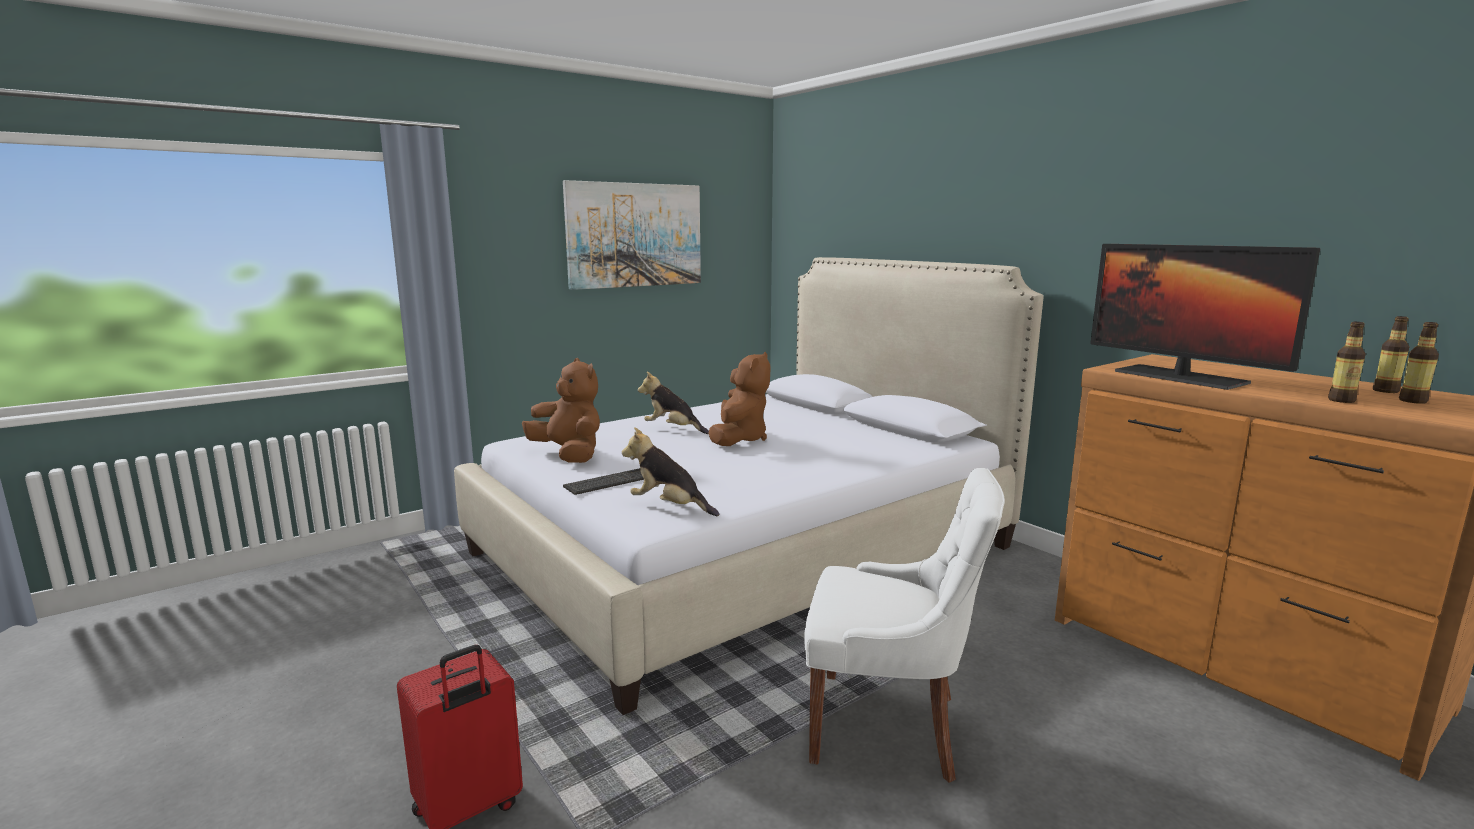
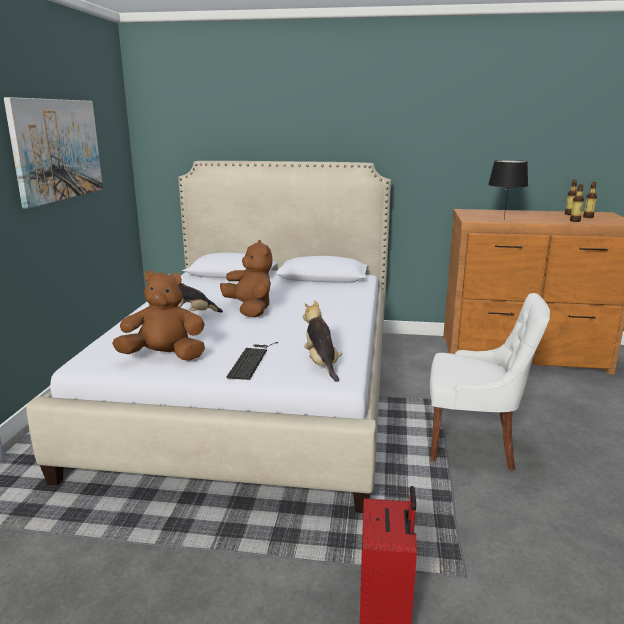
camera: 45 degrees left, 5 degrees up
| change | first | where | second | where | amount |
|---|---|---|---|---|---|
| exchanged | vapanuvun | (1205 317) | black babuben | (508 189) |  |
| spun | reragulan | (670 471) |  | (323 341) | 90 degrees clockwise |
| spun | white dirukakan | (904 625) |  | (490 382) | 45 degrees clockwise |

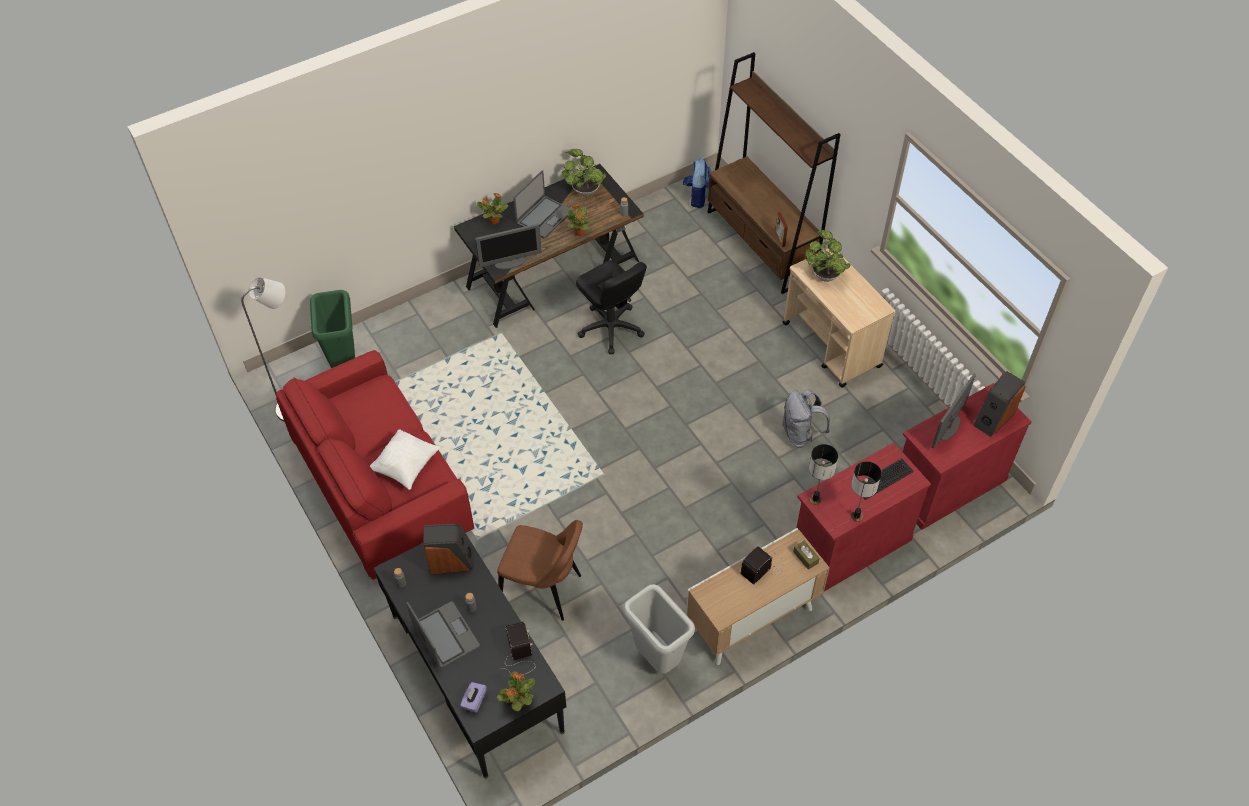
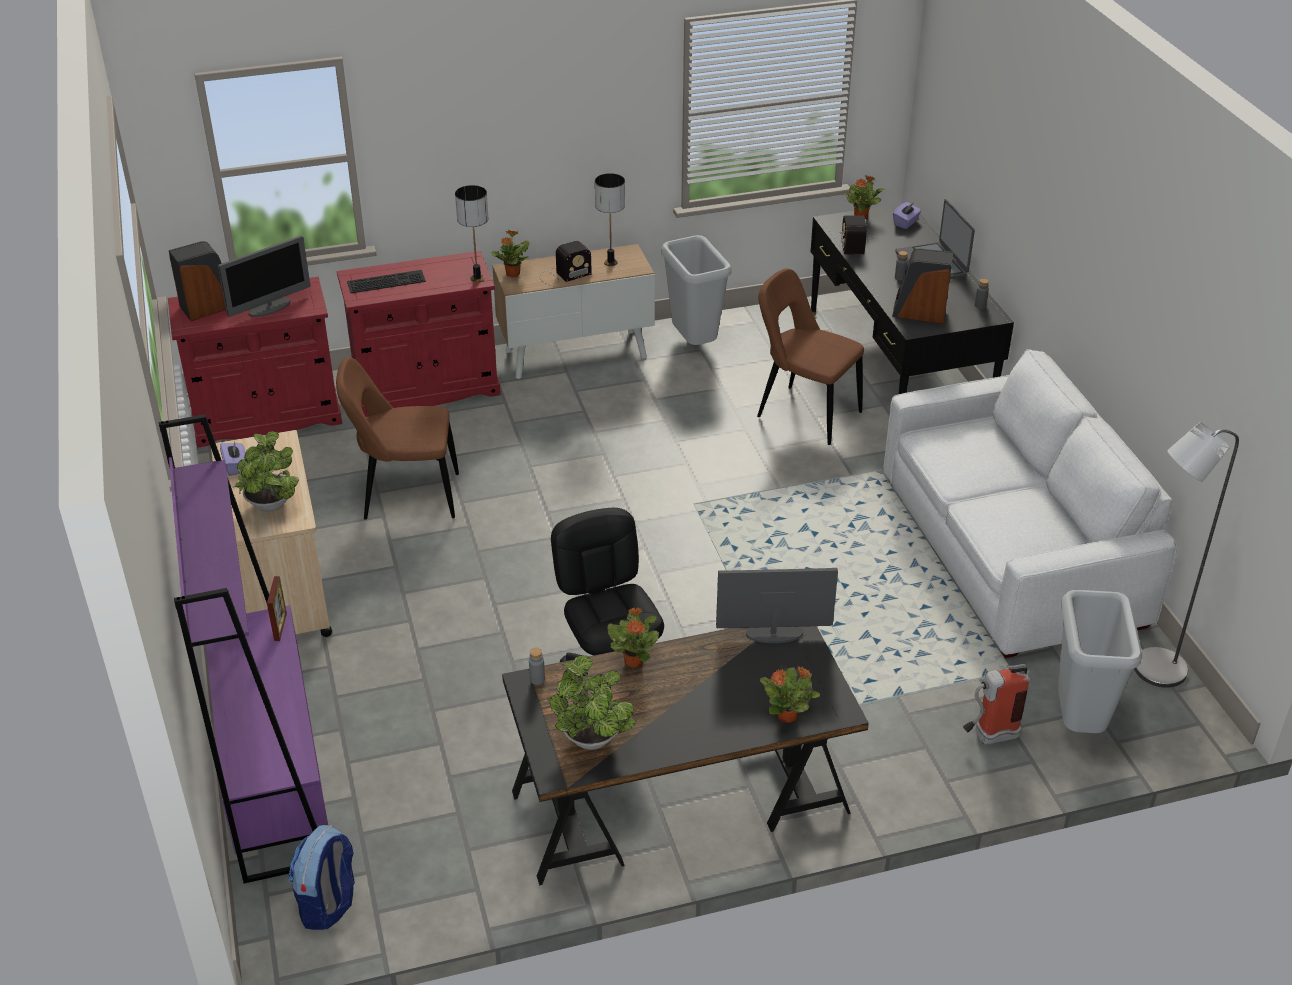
camera: 165 degrees left, 15 degrees down
| change | first | where | second | where | amount |
|---|---|---|---|---|---|
| missing | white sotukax | (405 459) |  |  |  |
| missing | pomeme | (542 204) |  |  |  |
| appeared |  |  | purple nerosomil | (232 459) |  |
| appeared |  |  | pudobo | (996 704) |  |
| relocated | babuben | (866 491) |  | (610 219) |  |
| exchanged | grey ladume | (806 419) | brown dirukakan | (397 438) |  |
| exchanged | brown nerosomil | (806 555) | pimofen | (510 253) |  |
| colour | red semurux | (375 465) | white semurux | (1030 503) |  |
| colour | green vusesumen | (332 329) | grey vusesumen | (1100 661) |  |
| colour | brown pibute | (773 173) | purple pibute | (243 649) |  |

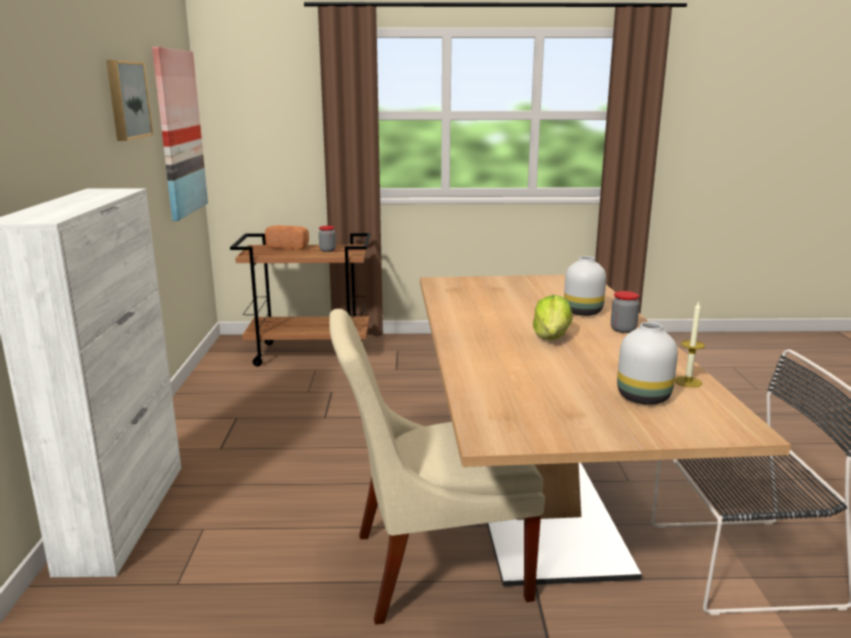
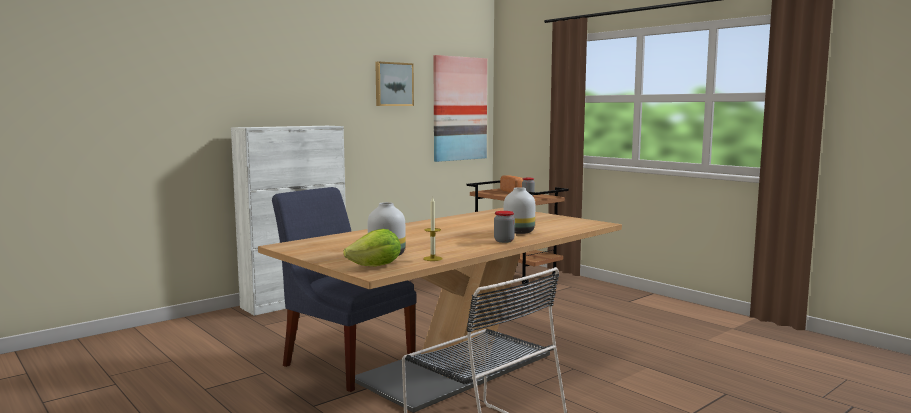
camera: 50 degrees right, 10 degrees down
| change | first | where | second | where | amount |
|---|---|---|---|---|---|
| relocated | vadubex | (553 317) |  | (372 247) |  |
| colour | beige dirukakan | (437 467) | blue dirukakan | (344 289) |  |

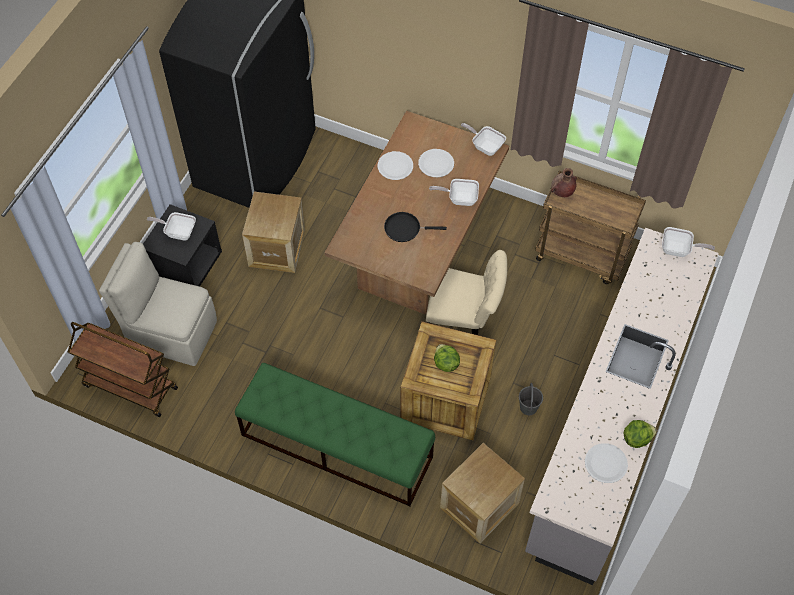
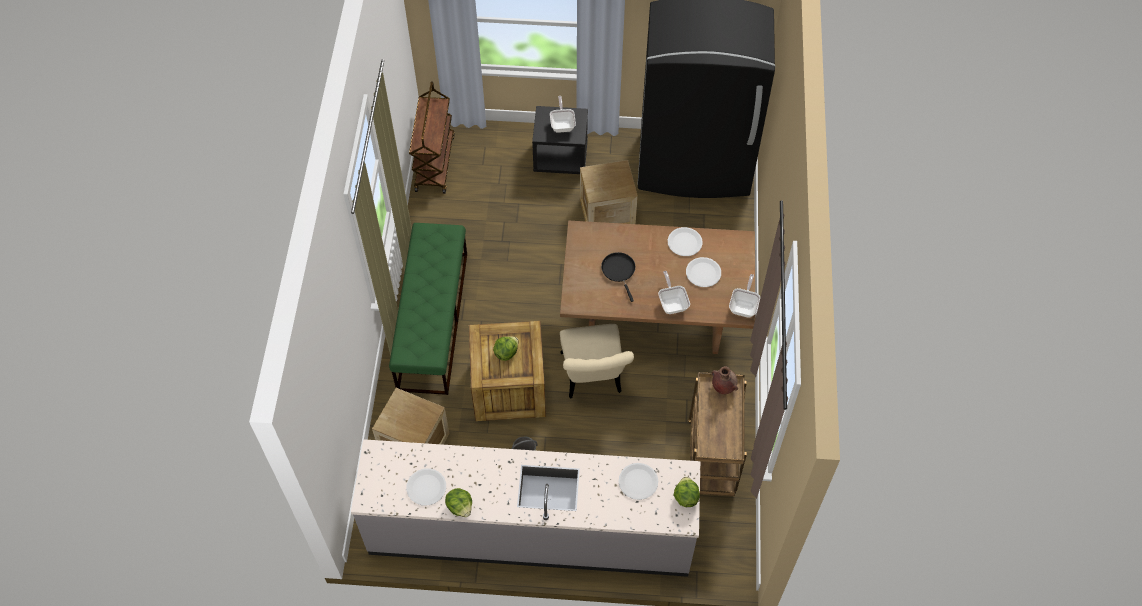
camera: 70 degrees right, 0 degrees up
| change | first | where | second | where | amount |
|---|---|---|---|---|---|
| missing | beige dirukakan | (158 304) |  |  |  |
| appeared |  |  | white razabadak | (638 481) |  |
| exchanged | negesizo | (688 242) | vadubex | (687 492) |  |

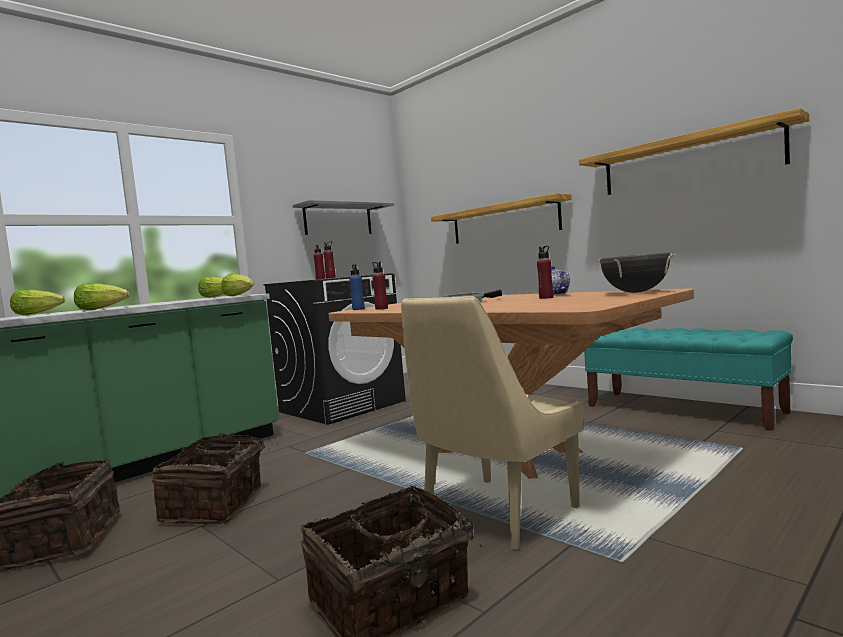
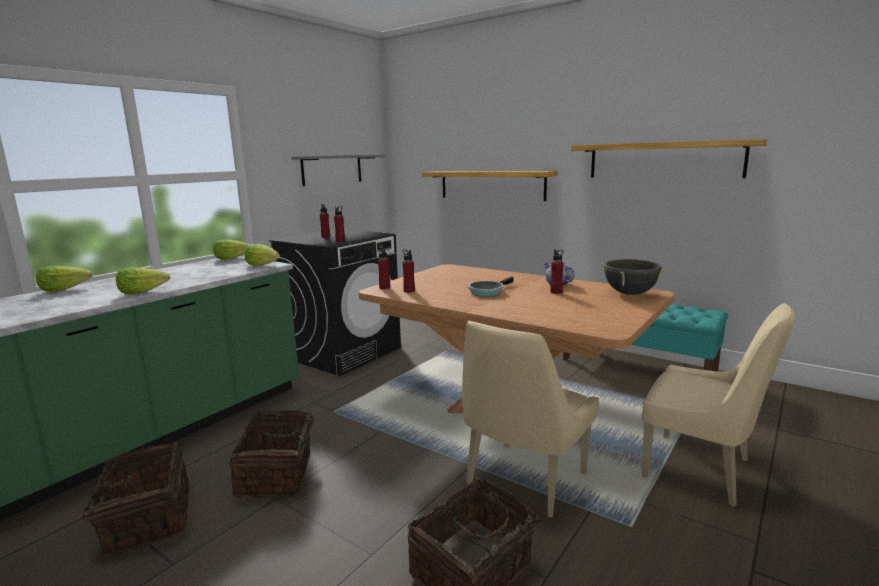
camera: 10 degrees left, 10 degrees up
| change | first | where | second | where | amount |
|---|---|---|---|---|---|
| appeared |  |  | beige dirukakan | (719 405) |  |
| colour | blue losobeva | (357 287) | red losobeva | (384 268) |  |

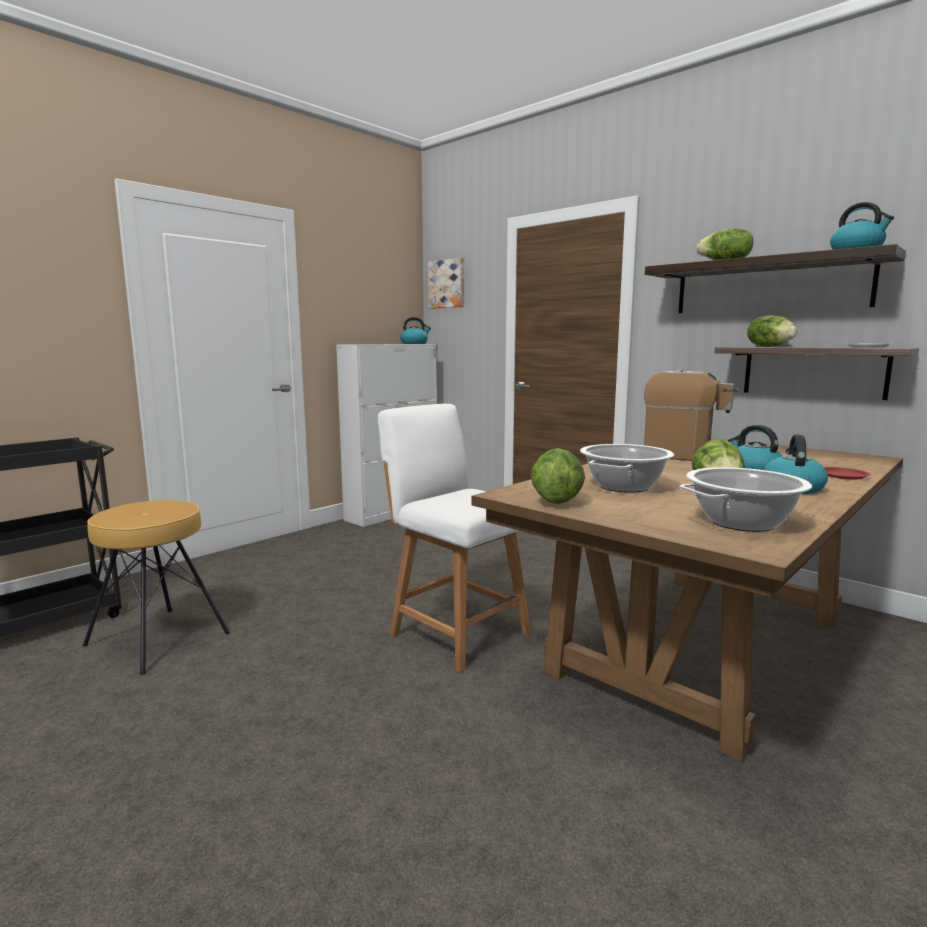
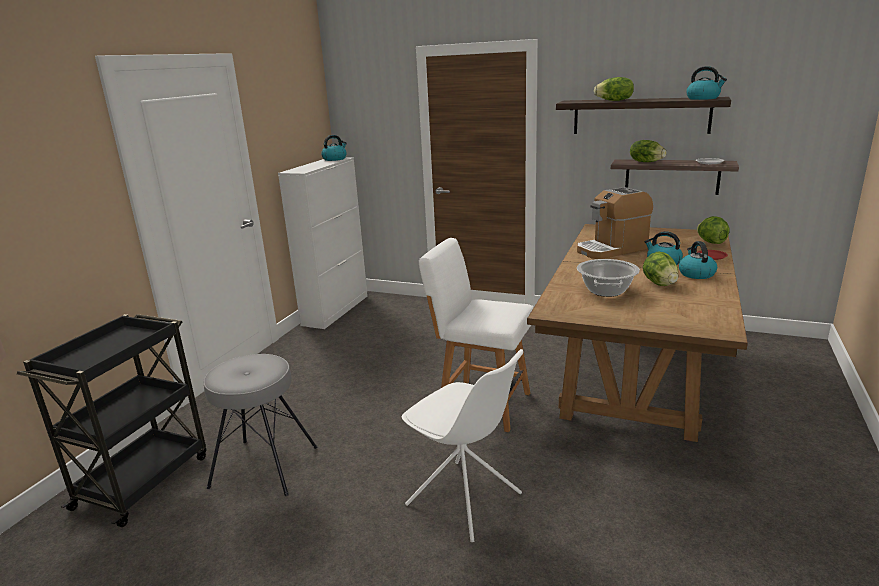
camera: 20 degrees left, 10 degrees up
| change | first | where | second | where | amount |
|---|---|---|---|---|---|
| missing | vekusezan | (446 283) |  |  |  |
| missing | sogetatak | (746 499) |  |  |  |
| appeared |  |  | white dirukakan | (462 445) |  |
| relocated | vadubex | (557 476) |  | (713 230) |  |
| colour | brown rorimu | (156 587) | grey rorimu | (260 425) |  |
| spun | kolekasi | (691 415) |  | (615 223) | 150 degrees clockwise |

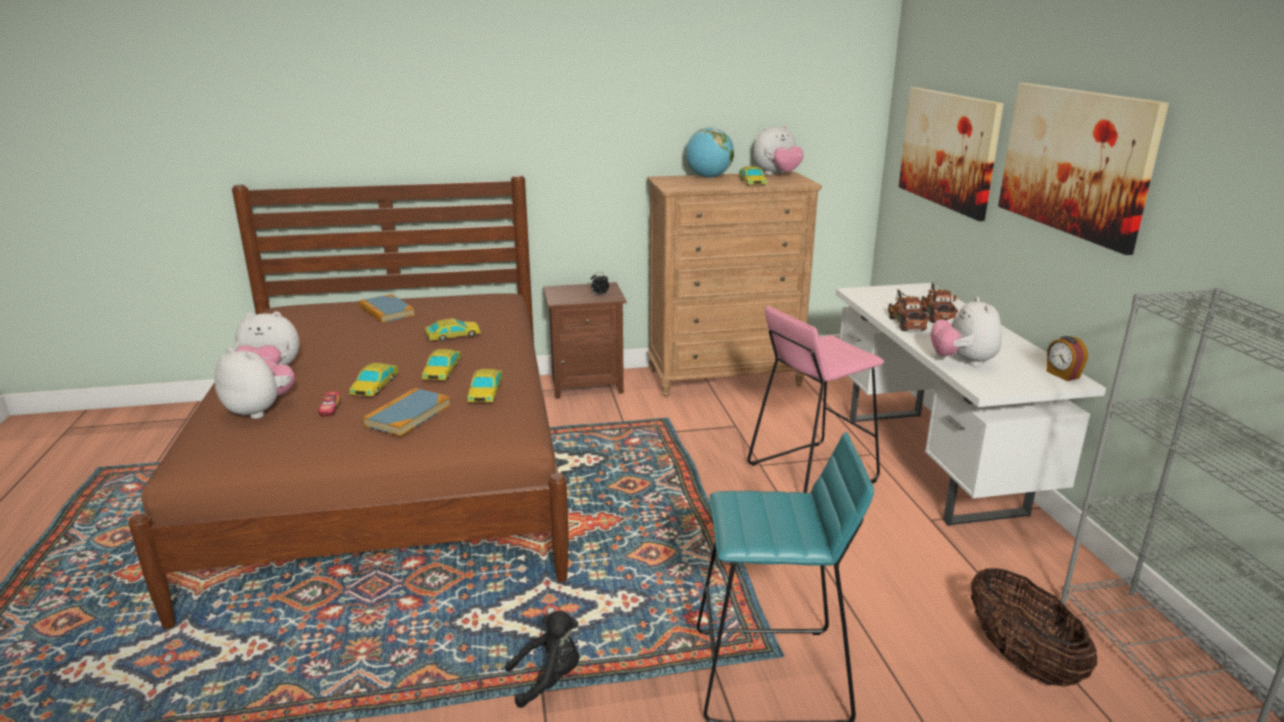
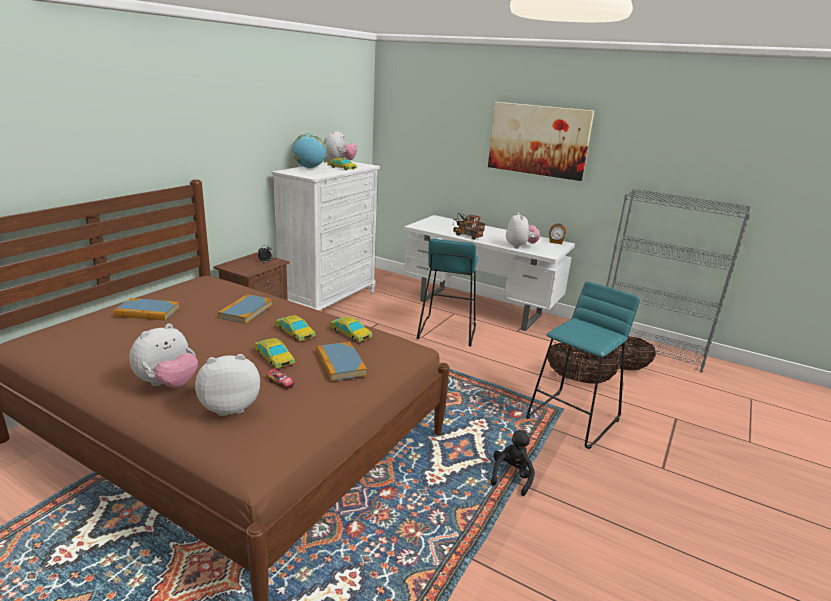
camera: 50 degrees left, 0 degrees up
| change | first | where | second | where | amount |
|---|---|---|---|---|---|
| missing | vekusezan | (951 154) |  |  |  |
| appeared |  |  | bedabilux | (583 363) |  |
| exchanged | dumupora | (453 329) | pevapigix | (245 309) |  |
| colour | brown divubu | (734 284) | white divubu | (326 236) |  |
| colour | pink rorimu | (815 399) | turquoise rorimu | (448 292) |  |
| spun | reragulan | (966 332) |  | (523 230) | 135 degrees counterclockwise |

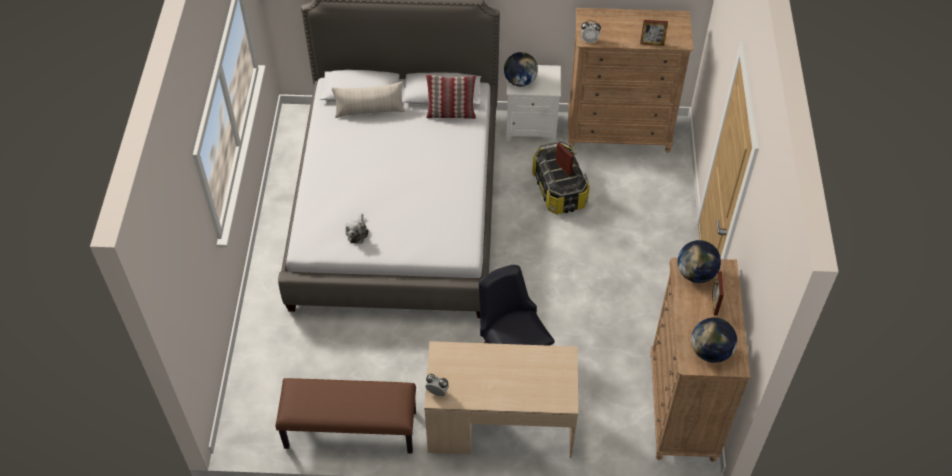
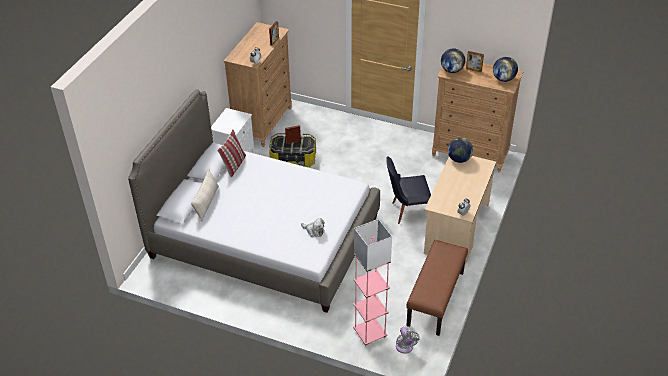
camera: 70 degrees left, 10 degrees down
| change | first | where | second | where | amount |
|---|---|---|---|---|---|
| appeared |  |  | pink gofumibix | (372 282) |  |
| appeared |  |  | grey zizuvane | (407 340) |  |
| relocated | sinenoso | (521 69) |  | (460 150) |  |

